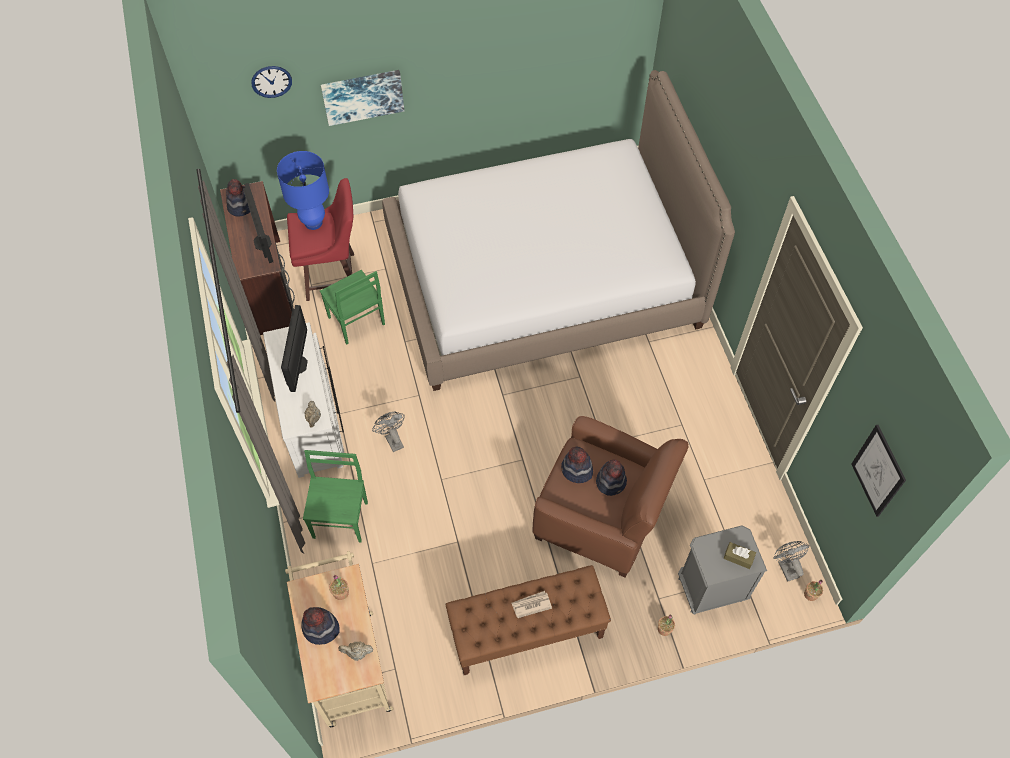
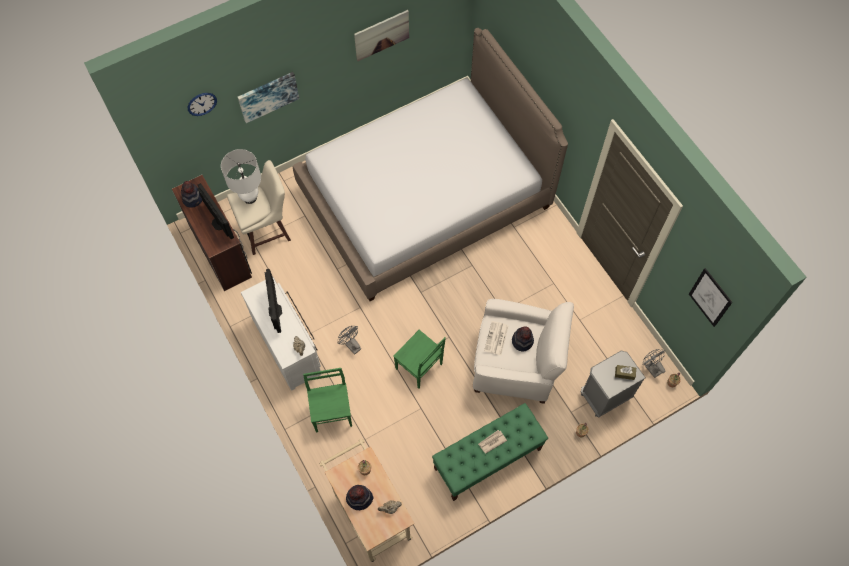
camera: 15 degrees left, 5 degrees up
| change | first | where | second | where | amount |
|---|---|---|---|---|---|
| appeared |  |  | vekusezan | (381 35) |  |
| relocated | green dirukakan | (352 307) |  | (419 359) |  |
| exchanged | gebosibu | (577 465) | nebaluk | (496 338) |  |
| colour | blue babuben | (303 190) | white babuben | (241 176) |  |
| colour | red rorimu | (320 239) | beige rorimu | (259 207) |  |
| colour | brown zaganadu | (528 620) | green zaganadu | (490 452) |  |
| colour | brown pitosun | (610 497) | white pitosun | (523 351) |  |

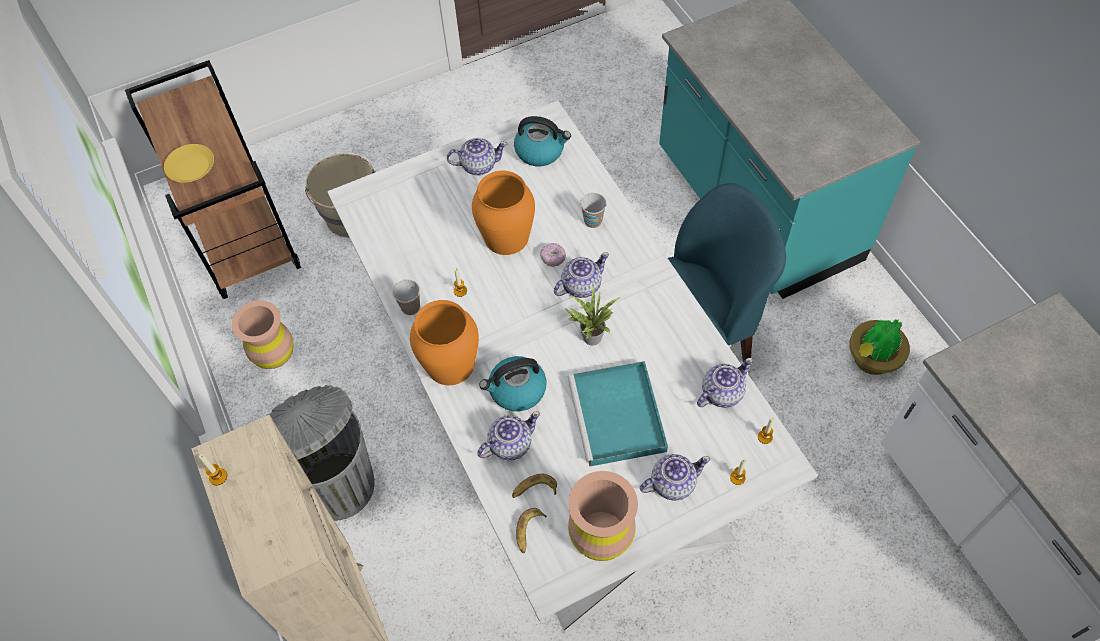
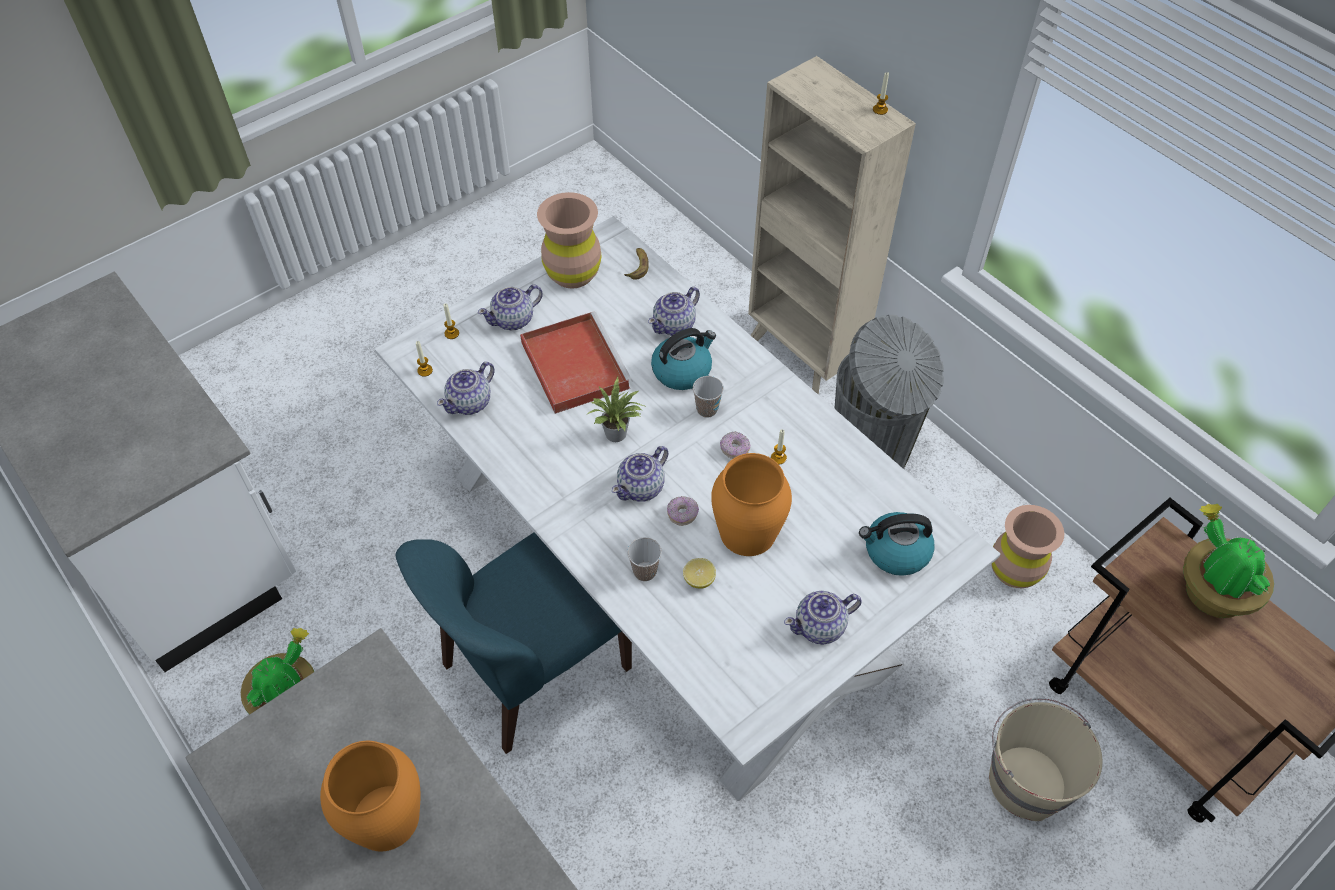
camera: 165 degrees right, 5 degrees down
| change | first | where | second | where | amount |
|---|---|---|---|---|---|
| missing | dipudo | (534 486) |  |  |  |
| appeared |  |  | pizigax | (699 573) |  |
| appeared |  |  | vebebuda | (735 445) |  |
| relocated | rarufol | (406 297) |  | (708 397) |  |
| relocated | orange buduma | (444 342) |  | (370 796) |  |
| relocated | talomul | (542 141) |  | (897 544) |  |
| exchanged | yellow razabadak | (189 163) | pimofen | (1228 561) |  |
| colour | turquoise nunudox | (618 414) | red nunudox | (576 363) |  |

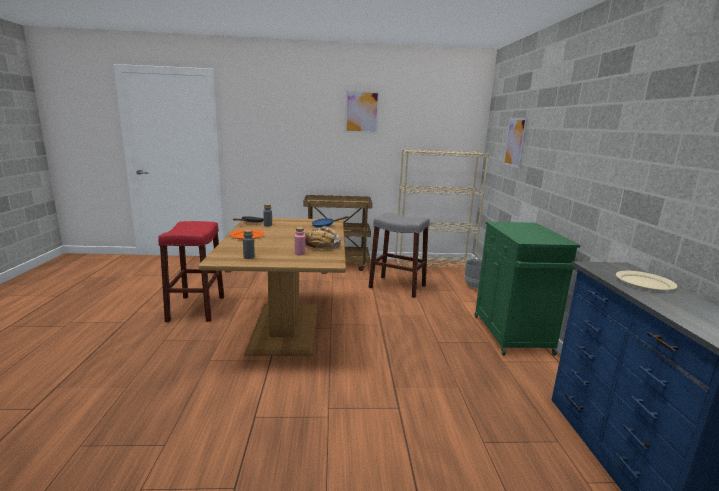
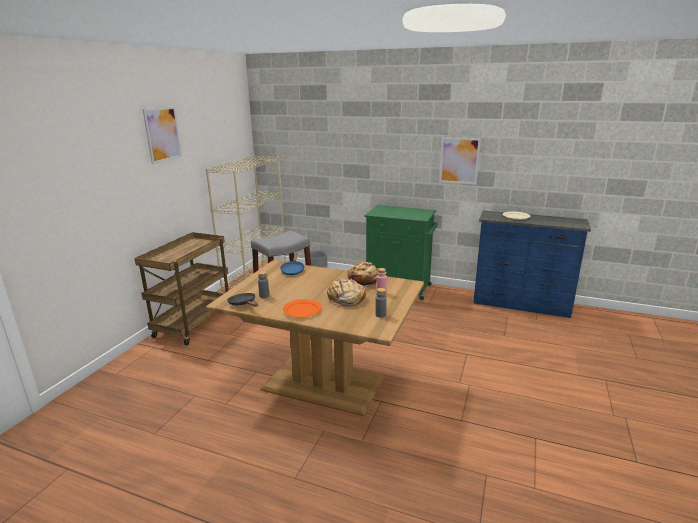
camera: 65 degrees left, 5 degrees up
| change | first | where | second | where | amount |
|---|---|---|---|---|---|
| missing | red rorimu | (191 271) |  |  |  |
| appeared |  |  | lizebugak | (346 292) |  |
| relocated | vekusezan | (515 143) |  | (460 161) |  |

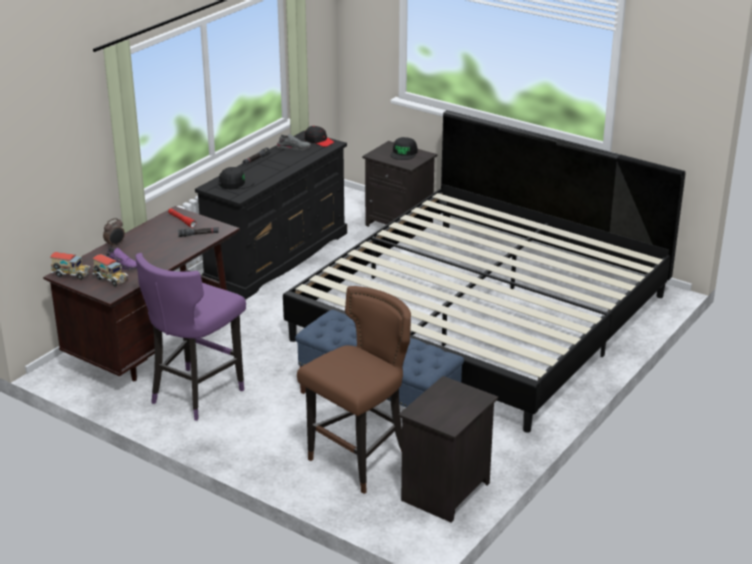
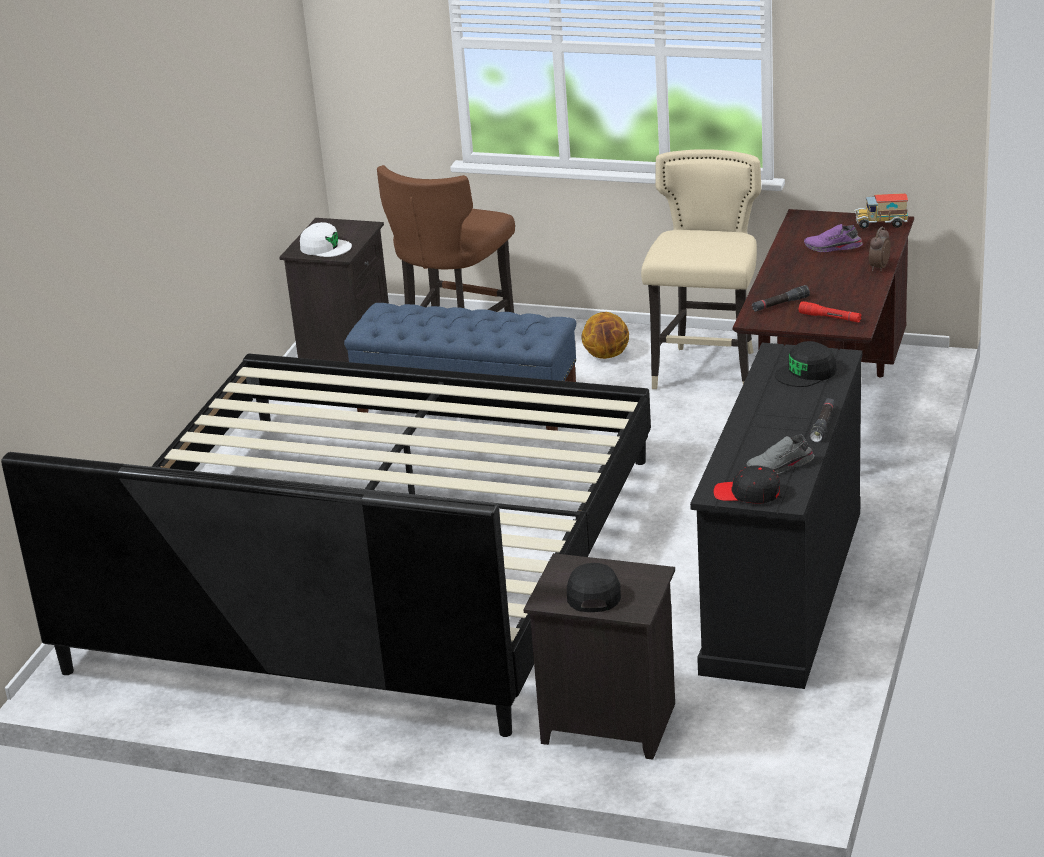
camera: 165 degrees right, 0 degrees up
| change | first | where | second | where | amount |
|---|---|---|---|---|---|
| missing | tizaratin | (110 270) |  |  |  |
| appeared |  |  | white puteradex | (326 239) |  |
| appeared |  |  | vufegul | (605 335) |  |
| colour | purple rorimu | (190 337) | beige rorimu | (701 269) |  |

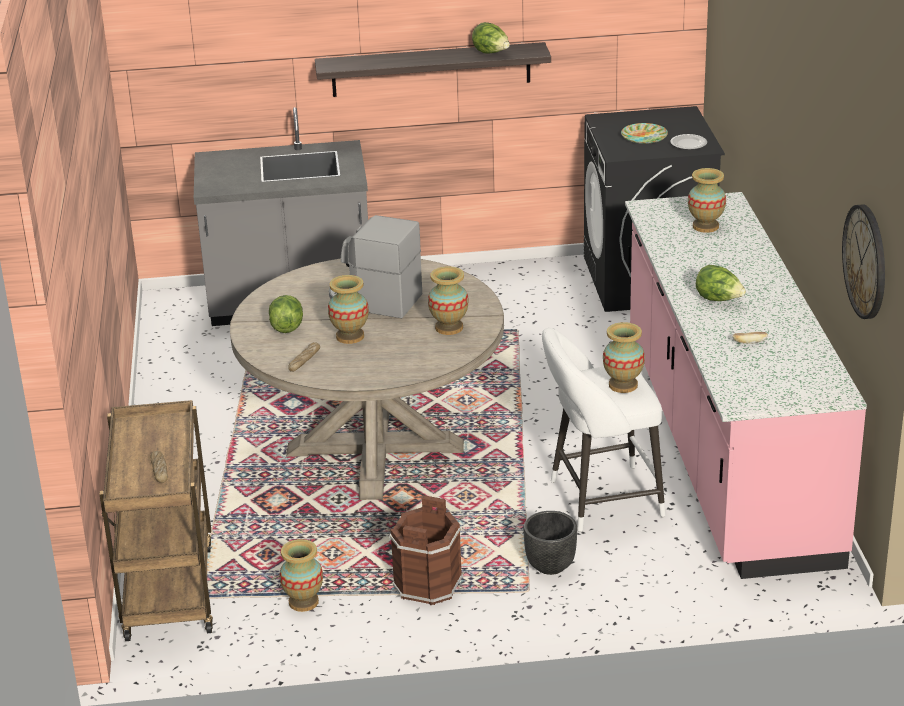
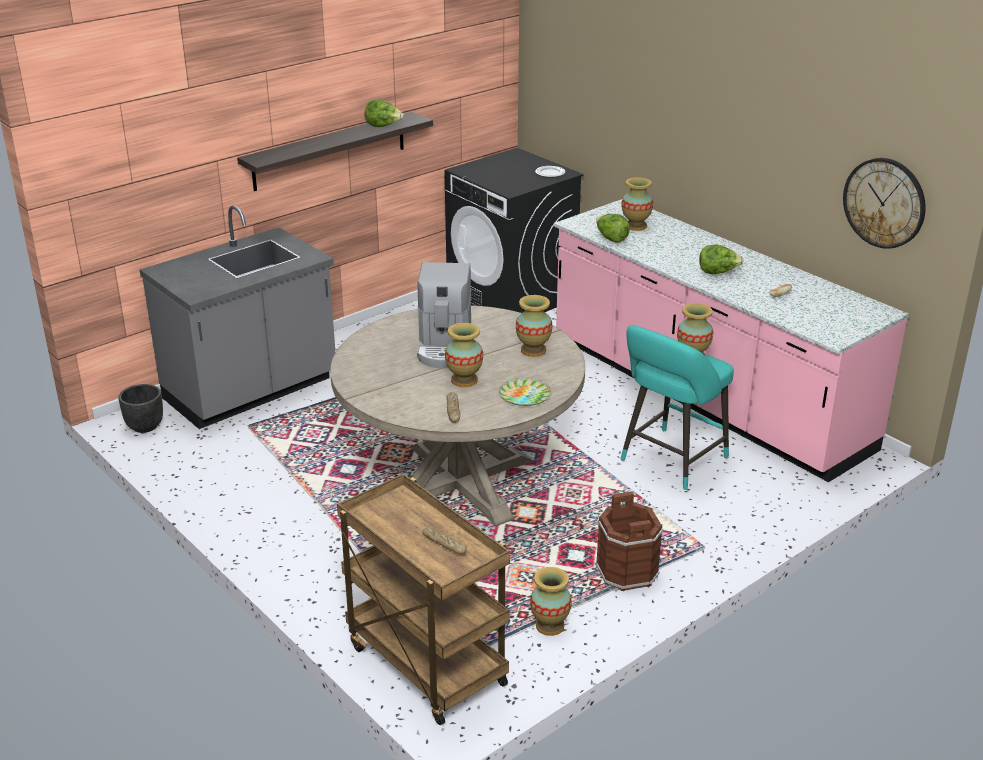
camera: 35 degrees left, 0 degrees up
| change | first | where | second | where | amount |
|---|---|---|---|---|---|
| relocated | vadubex | (286 314) |  | (613 228) |  |
| relocated | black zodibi | (550 543) |  | (140 408) |  |
| relocated | razabadak | (644 133) |  | (525 391) |  |
| colour | white rorimu | (603 430) | turquoise rorimu | (677 407) |  |
| spun | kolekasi | (375 266) |  | (444 315) | 75 degrees counterclockwise |

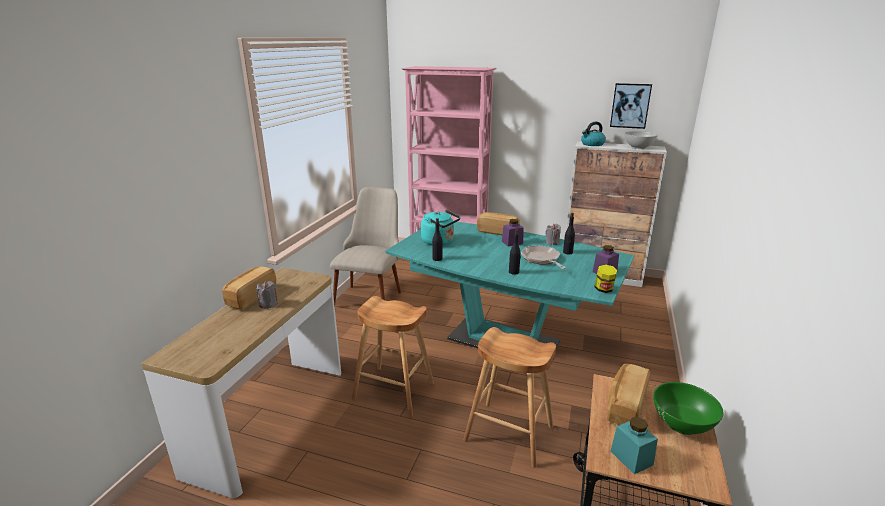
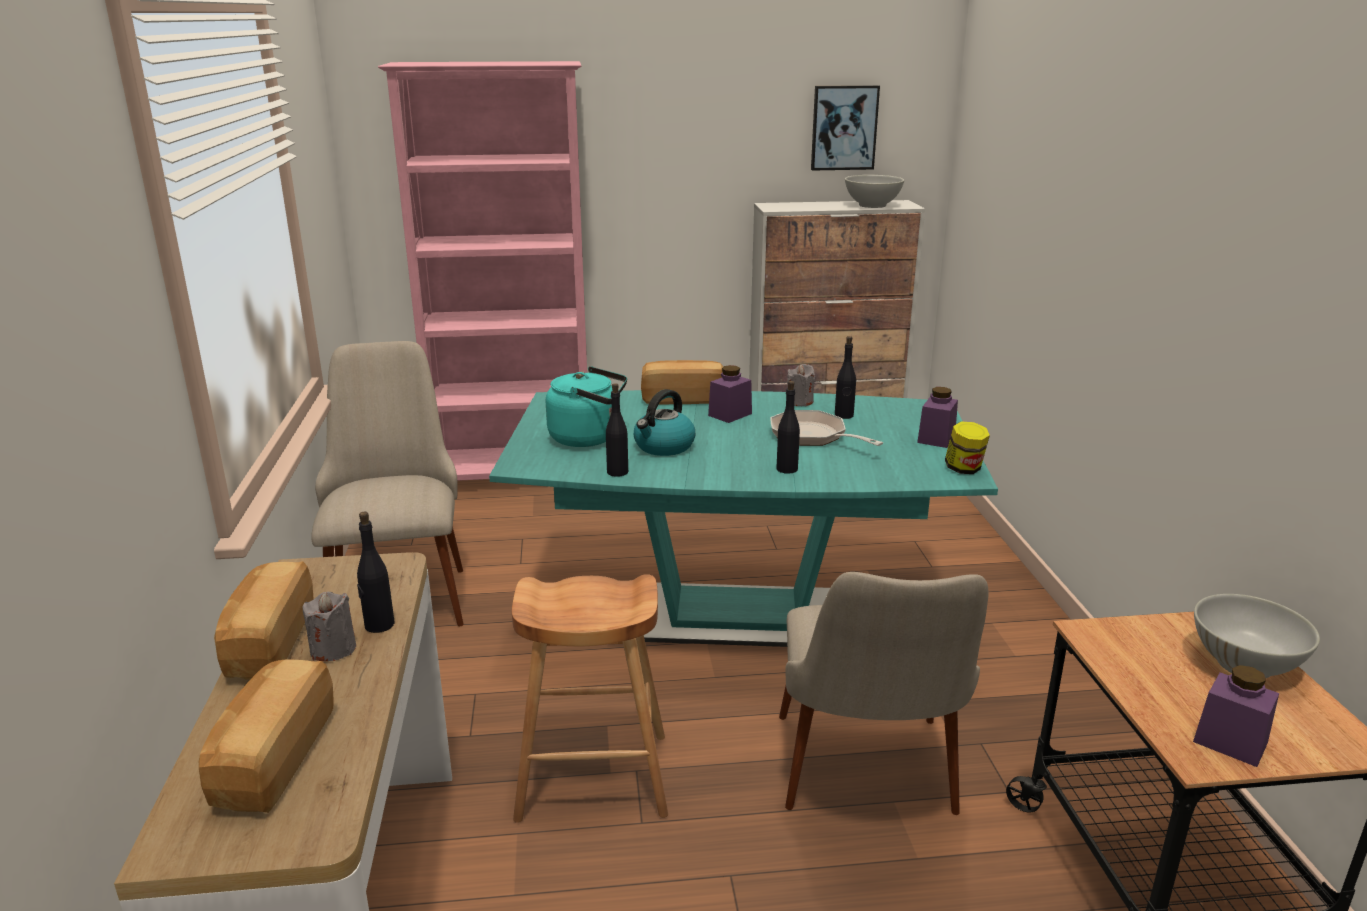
camera: 25 degrees left, 0 degrees up
| change | first | where | second | where | amount |
|---|---|---|---|---|---|
| appeared |  |  | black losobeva | (376 572) |  |
| relocated | talomul | (593 134) |  | (664 422) |  |
| relocated | lizebugak | (628 395) |  | (266 736) |  |
| exchanged | brown rorimu | (509 397) | beige dirukakan | (884 693) |  |
| colour | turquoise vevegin | (634 445) | purple vevegin | (1236 716) |  |
| colour | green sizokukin | (688 408) | white sizokukin | (1257 636) |  |

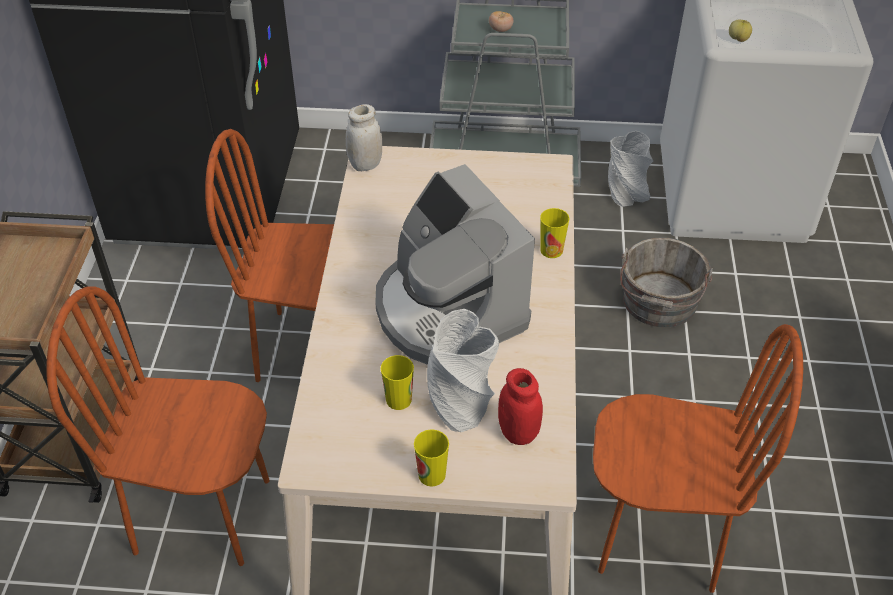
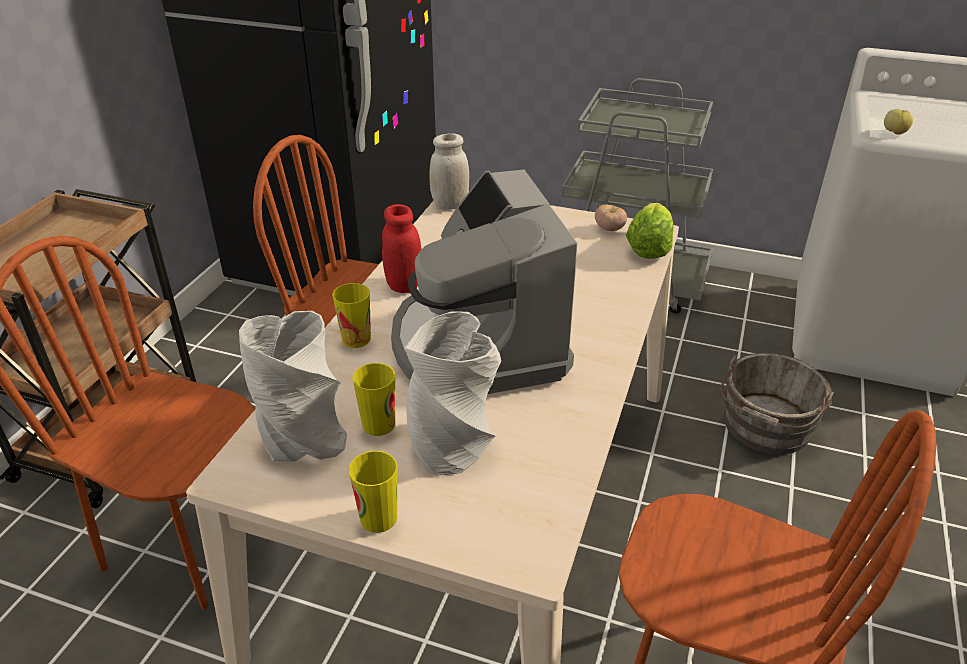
camera: 15 degrees right, 10 degrees down
| change | first | where | second | where | amount |
|---|---|---|---|---|---|
| appeared |  |  | vadubex | (649 231) |  |
| relocated | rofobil | (501 21) |  | (611 217) |  |
| relocated | red vevegin | (520 406) |  | (402 248) |  |
| relocated | rarufol | (554 233) |  | (351 315) |  |
| relocated | grey buduma | (630 169) |  | (293 386) |  |

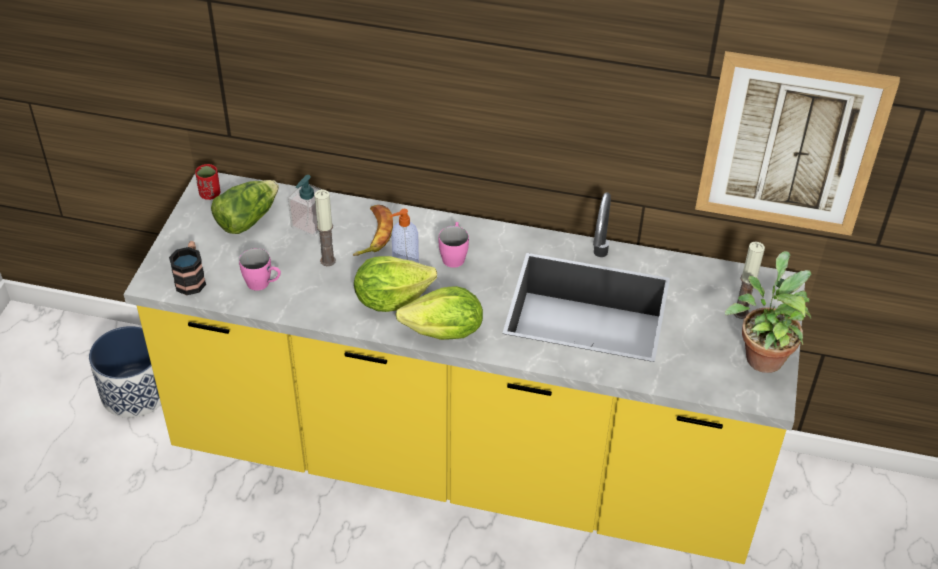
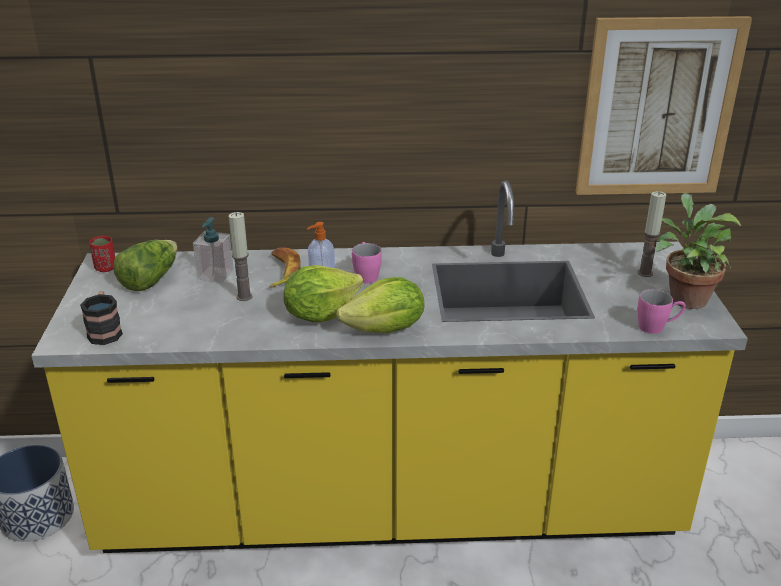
camera: 15 degrees left, 15 degrees down
| change | first | where | second | where | amount |
|---|---|---|---|---|---|
| relocated | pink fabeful | (260 269) |  | (662 311) |  |

